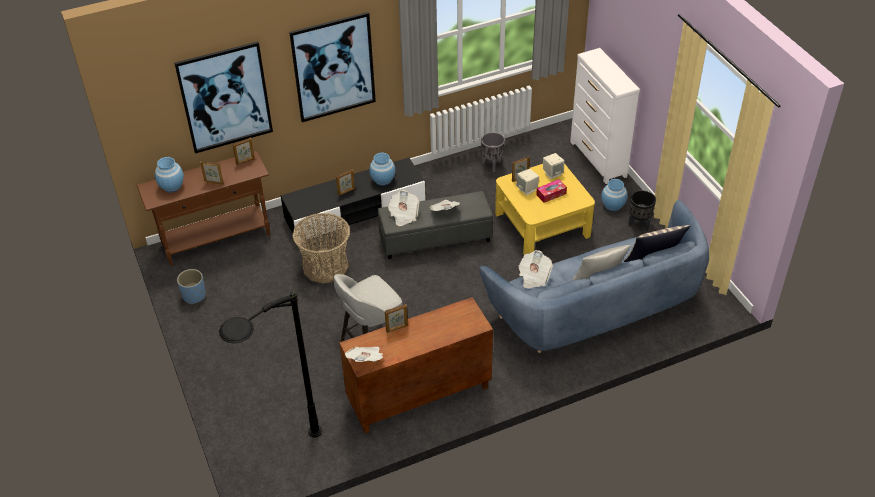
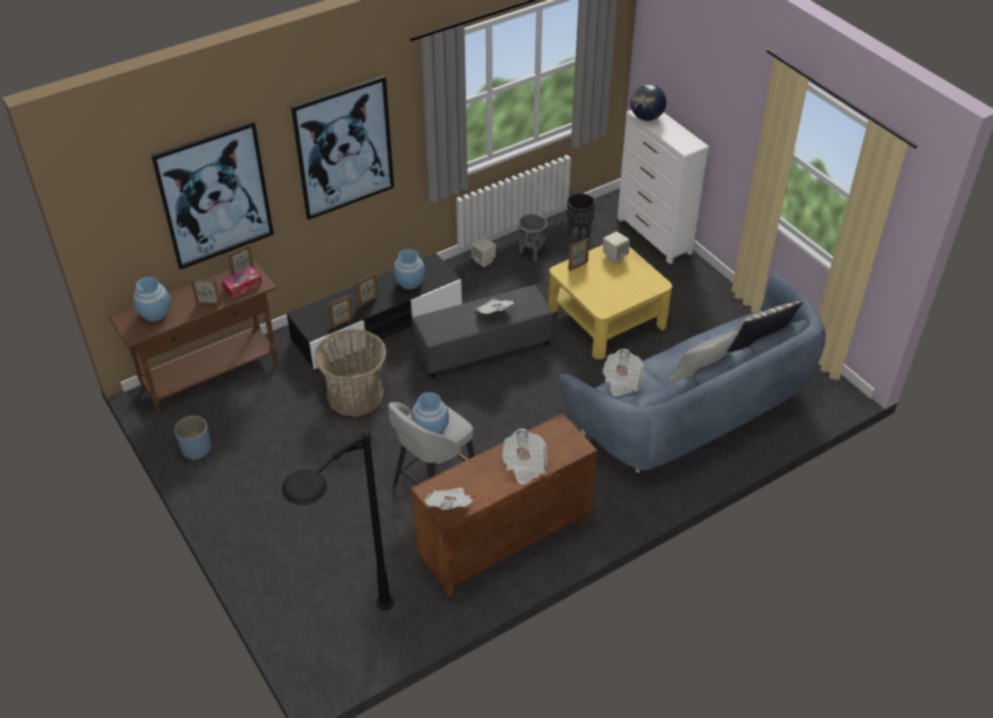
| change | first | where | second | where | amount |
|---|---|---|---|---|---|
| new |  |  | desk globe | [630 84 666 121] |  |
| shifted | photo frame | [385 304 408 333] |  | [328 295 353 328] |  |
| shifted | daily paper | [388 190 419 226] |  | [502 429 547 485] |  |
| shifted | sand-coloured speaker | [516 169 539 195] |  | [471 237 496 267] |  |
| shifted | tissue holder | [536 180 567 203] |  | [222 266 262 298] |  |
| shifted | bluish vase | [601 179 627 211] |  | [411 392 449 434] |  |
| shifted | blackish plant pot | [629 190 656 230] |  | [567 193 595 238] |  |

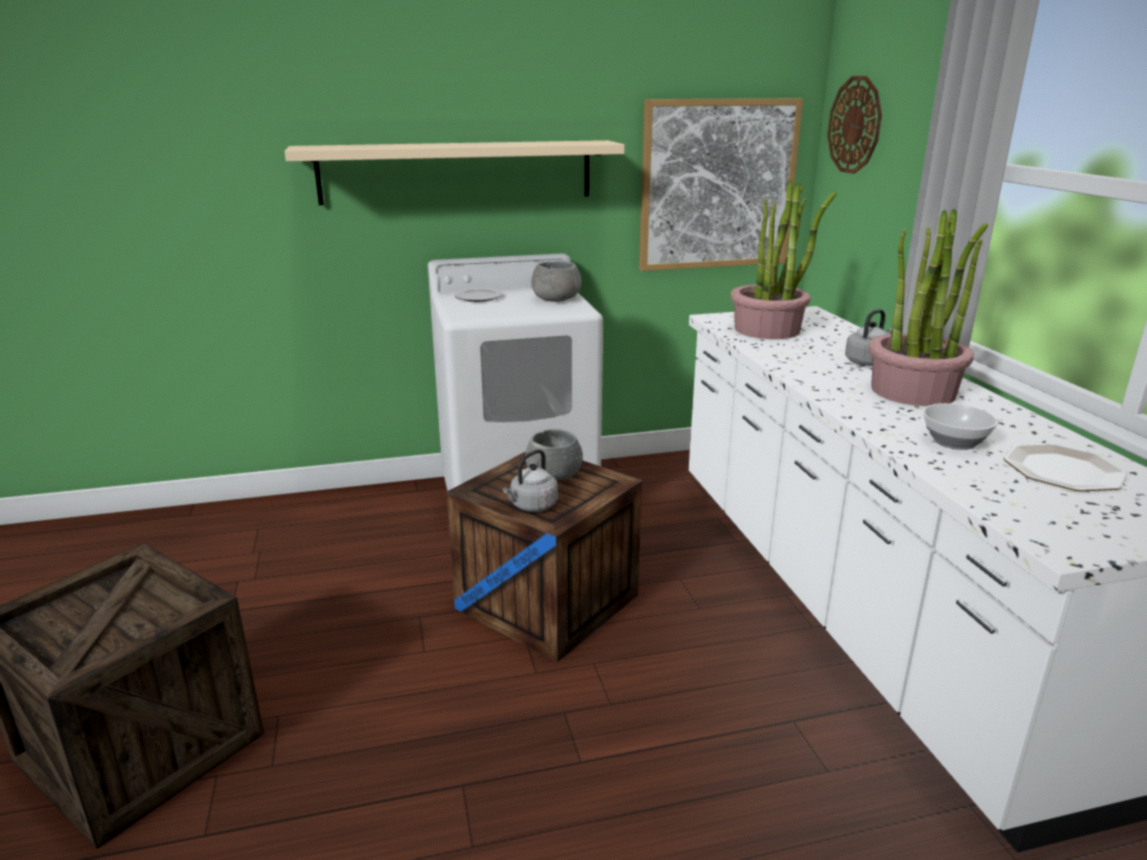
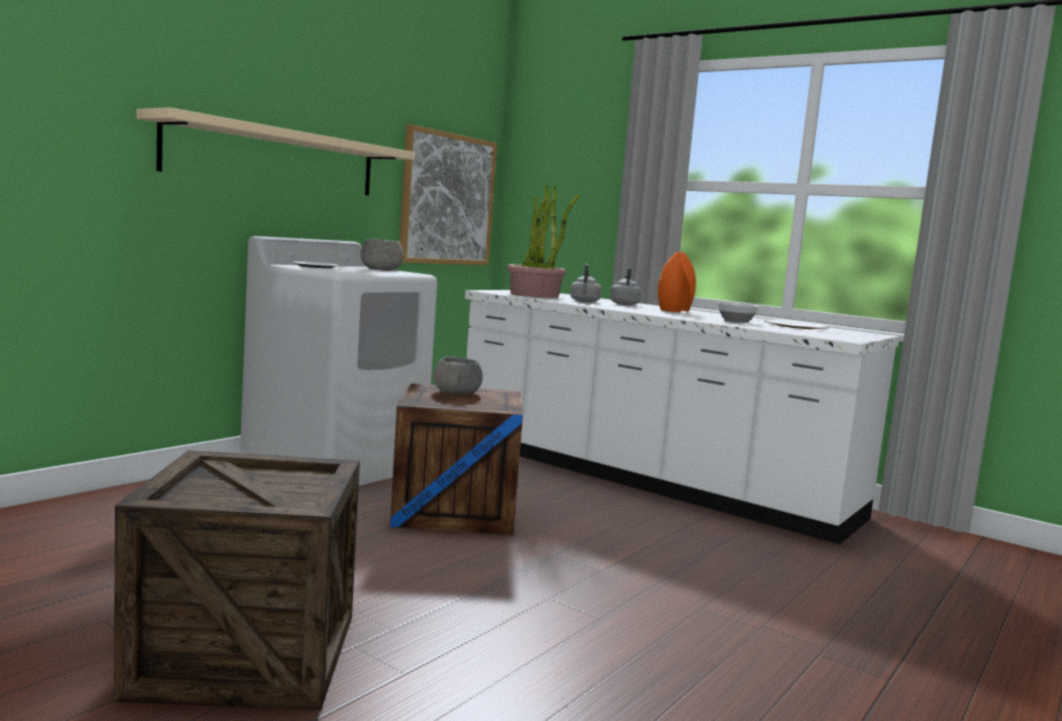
| change | first | where | second | where | amount |
|---|---|---|---|---|---|
| gone | hanging clock | [827 76 882 174] |  |  |  |
| shifted | greyish water kettle | [502 449 558 512] |  | [570 264 601 303] |  |
| swapped | plant in a pot | [869 209 988 406] | orangey vase | [658 252 696 312] |  |

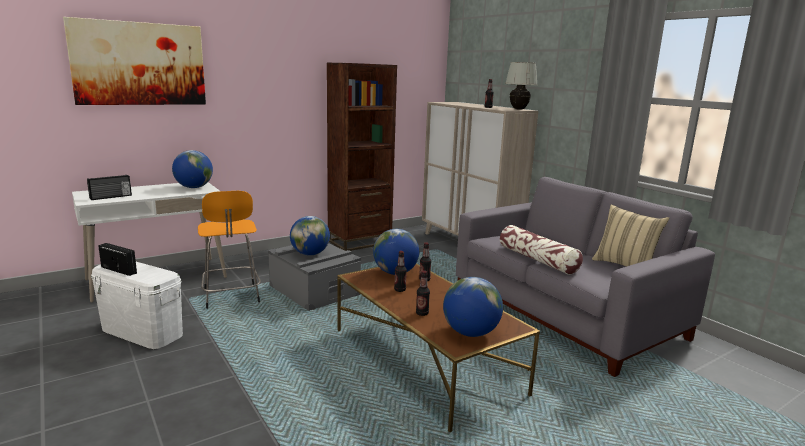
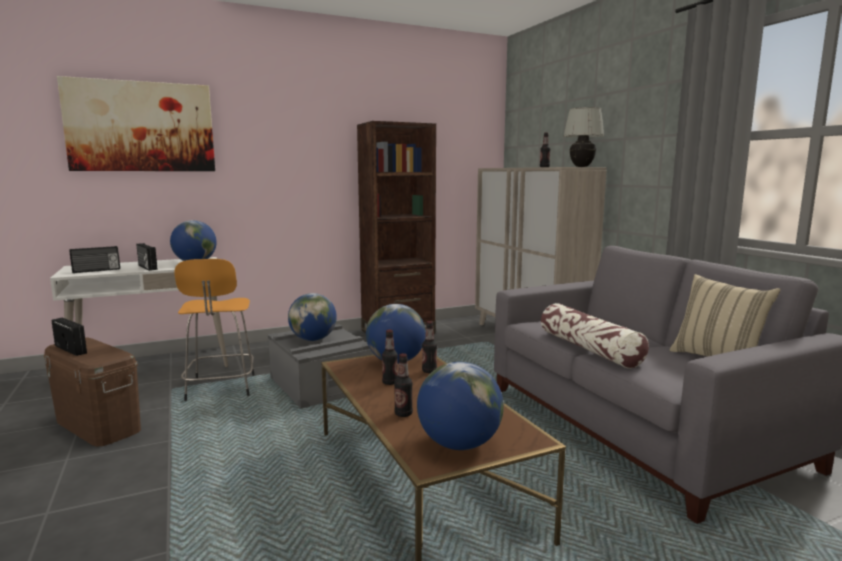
| change | first | where | second | where | amount |
|---|---|---|---|---|---|
| new |  |  | radio | [136 243 157 271] |  |
| repainted | whitish storage container | [91 262 183 349] | brown storage container | [43 338 141 447] |  |

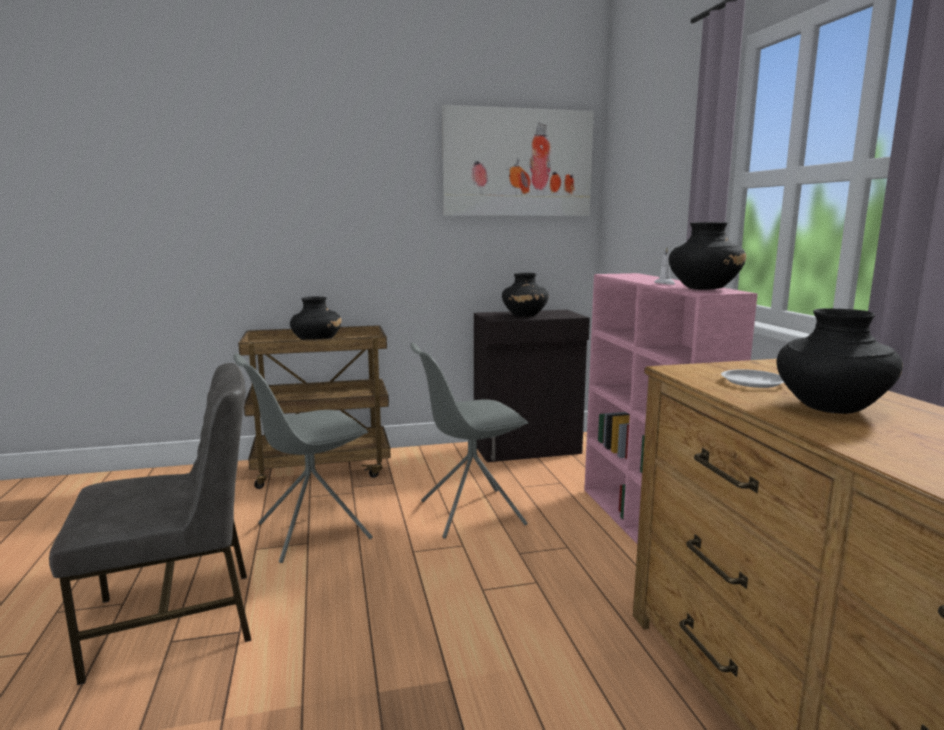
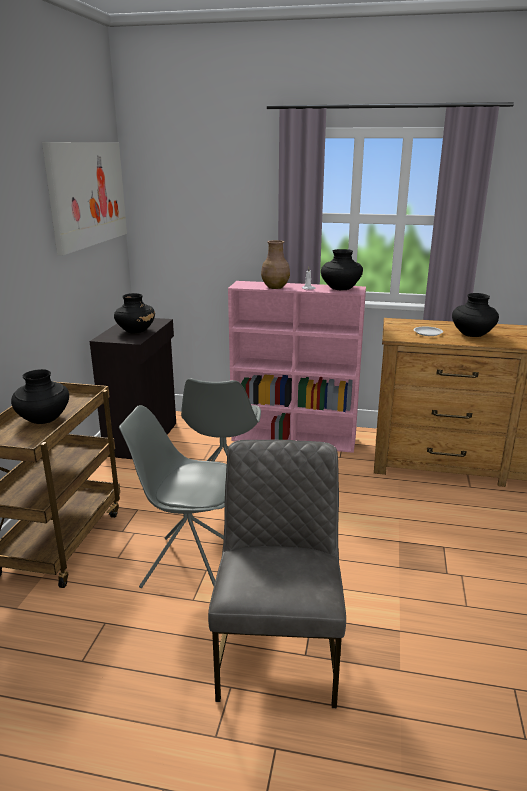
| change | first | where | second | where | amount |
|---|---|---|---|---|---|
| new |  |  | brown vase | [261 240 290 289] |  |
| rotated | greyish chair | [233 353 373 563] |  | [119 405 227 588] | 105 degrees clockwise |

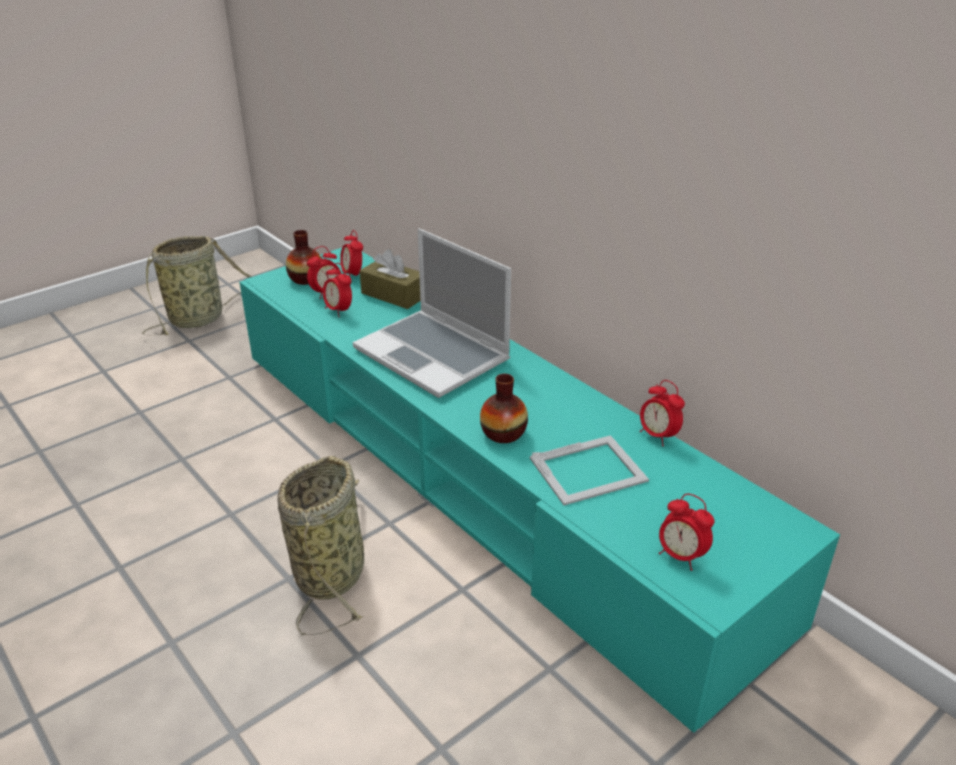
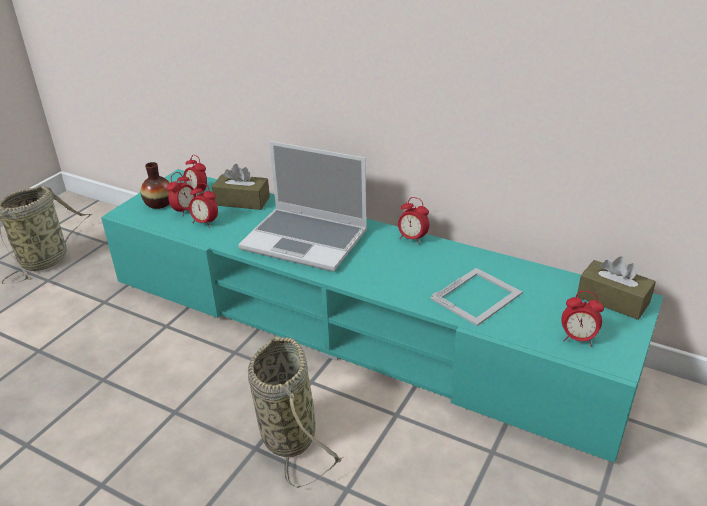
| change | first | where | second | where | amount |
|---|---|---|---|---|---|
| gone | vase | [480 374 528 443] |  |  |  |
| new |  |  | brown tissue holder | [577 256 656 320] |  |
| shifted | bedside clock | [640 380 685 446] |  | [398 197 429 245] |  |

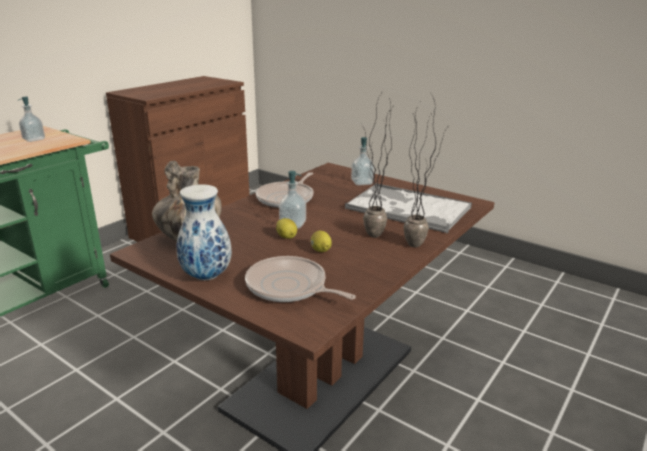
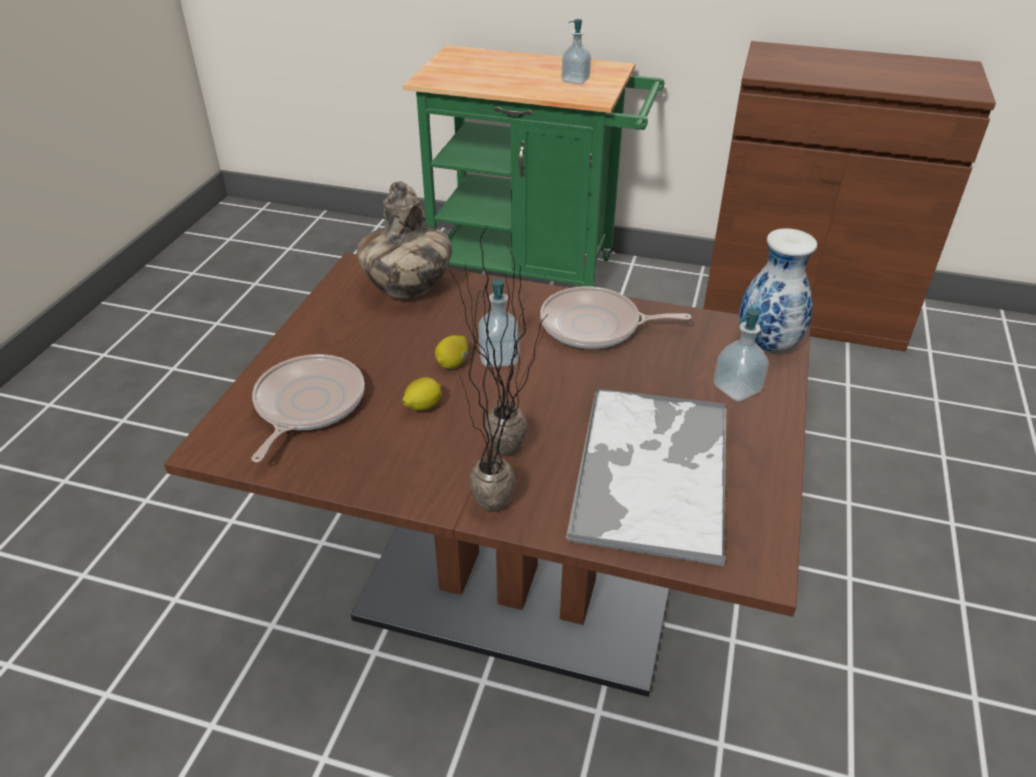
| change | first | where | second | where | amount |
|---|---|---|---|---|---|
| shifted | vase | [177 184 232 280] |  | [739 228 817 352] |  |

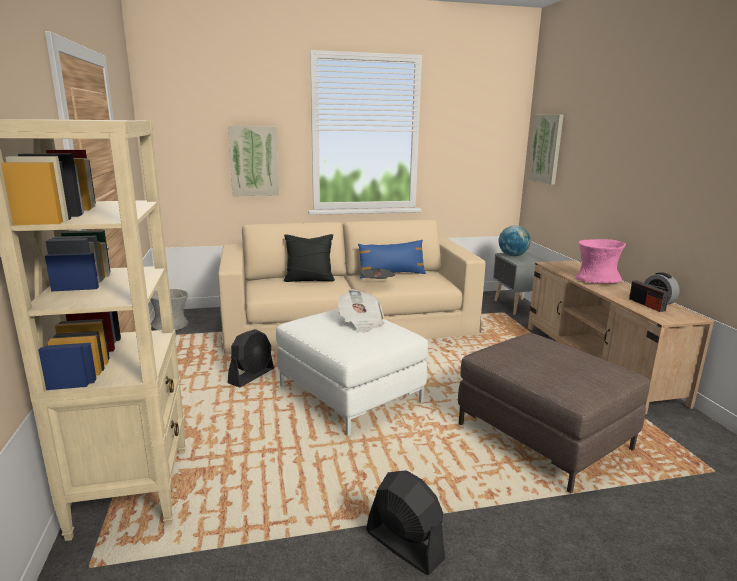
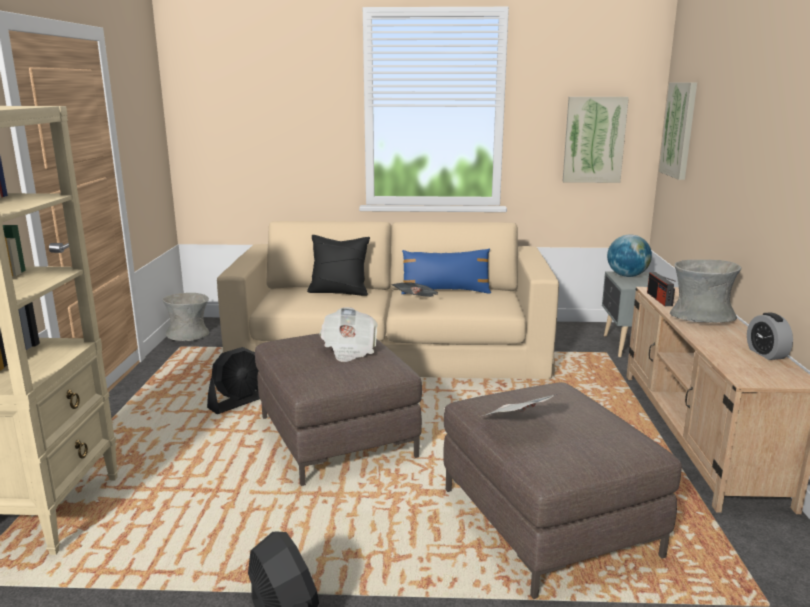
| change | first | where | second | where | amount |
|---|---|---|---|---|---|
| new |  |  | daily paper | [483 394 557 416] |  |
| shifted | wall art | [228 126 279 196] |  | [562 97 629 183] |  |
| shifted | radio | [629 280 669 312] |  | [647 272 675 306] |  |
| repainted | whitish ottoman | [276 309 428 436] | brown ottoman | [255 333 422 486] |  |
| repainted | pink vase | [575 239 626 283] | greyish vase | [670 260 742 323] |  |

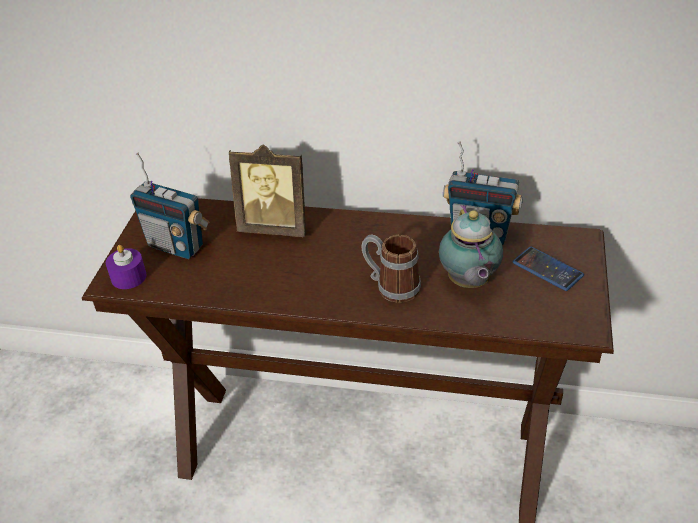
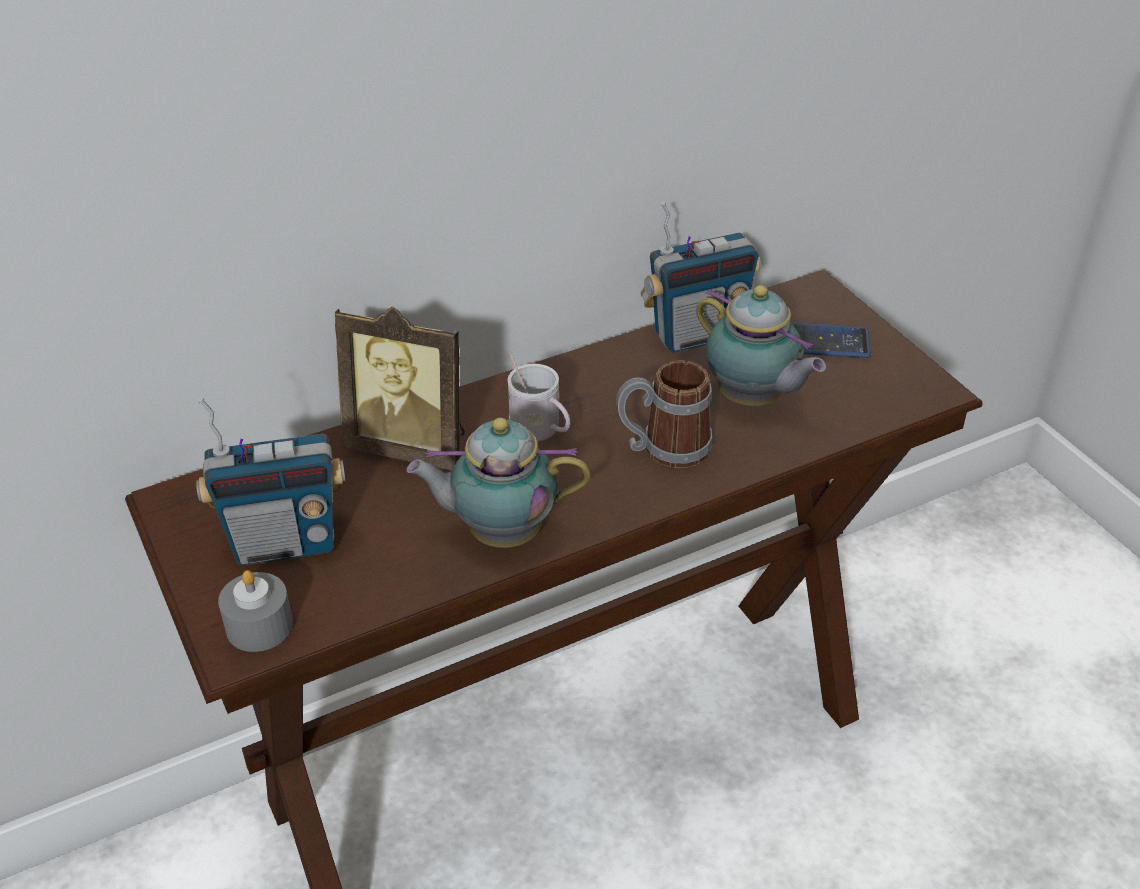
| change | first | where | second | where | amount |
|---|---|---|---|---|---|
| new |  |  | teapot | [406 418 591 548] |  |
| new |  |  | whitish tea mug | [507 353 570 441] |  |
| repainted | purple wax light | [106 245 147 289] | greyish wax light | [218 570 293 652] |  |
| rotated | photo frame | [229 144 306 237] |  | [335 307 465 470] | 45 degrees clockwise |

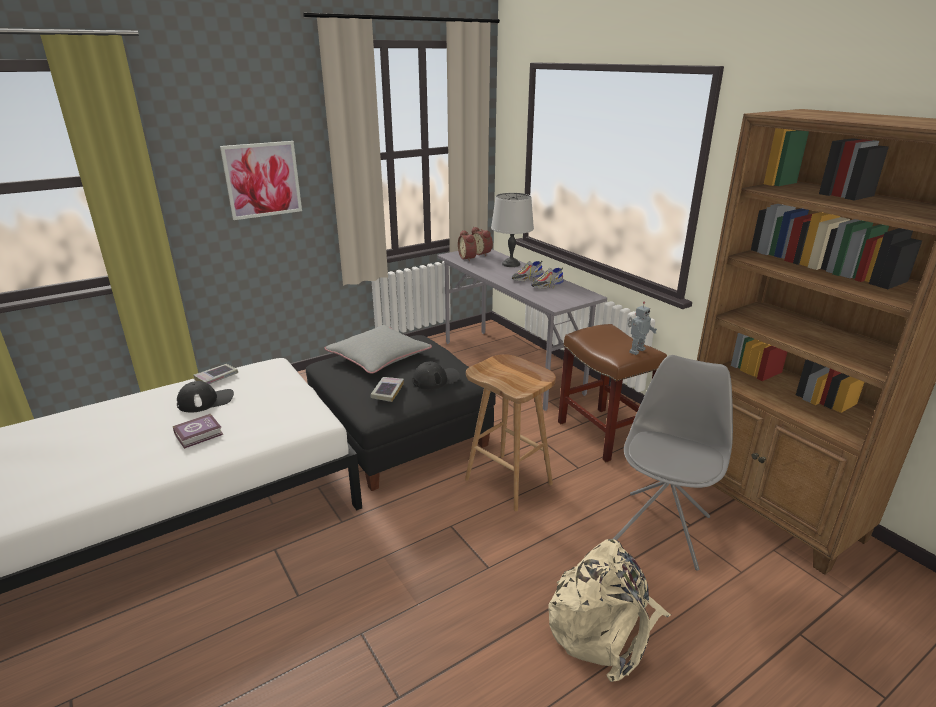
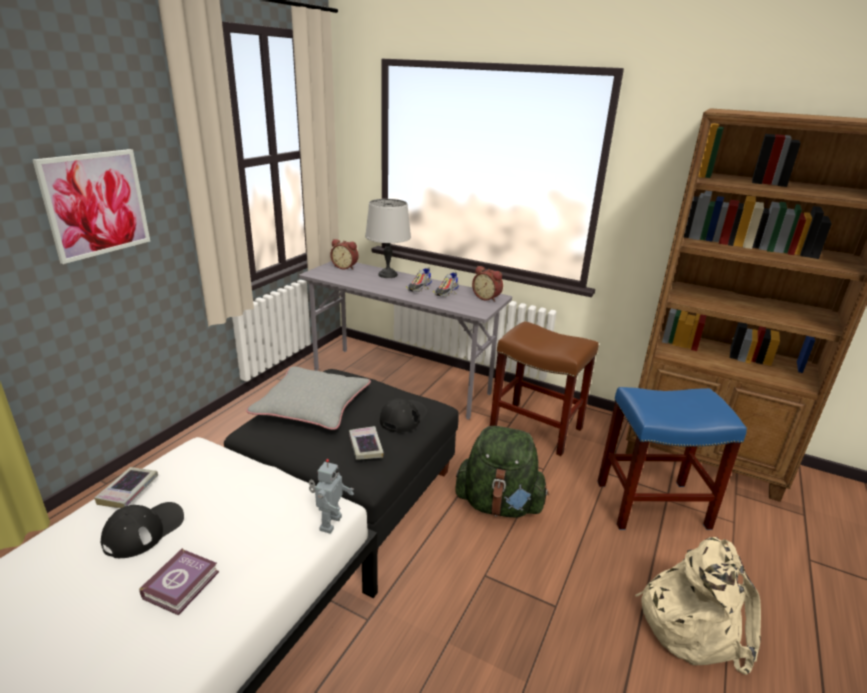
| change | first | where | second | where | amount |
|---|---|---|---|---|---|
| shifted | bedside clock | [458 230 477 261] |  | [472 266 503 302] |  |
| shifted | model robot | [628 302 657 355] |  | [309 459 354 534] |  |
| swapped | brown sitting stool | [465 354 556 511] | green rucksack | [455 426 549 518] |  |
| swapped | greyish chair | [613 355 733 571] | bluish sitting stool | [597 387 747 530] |  |

